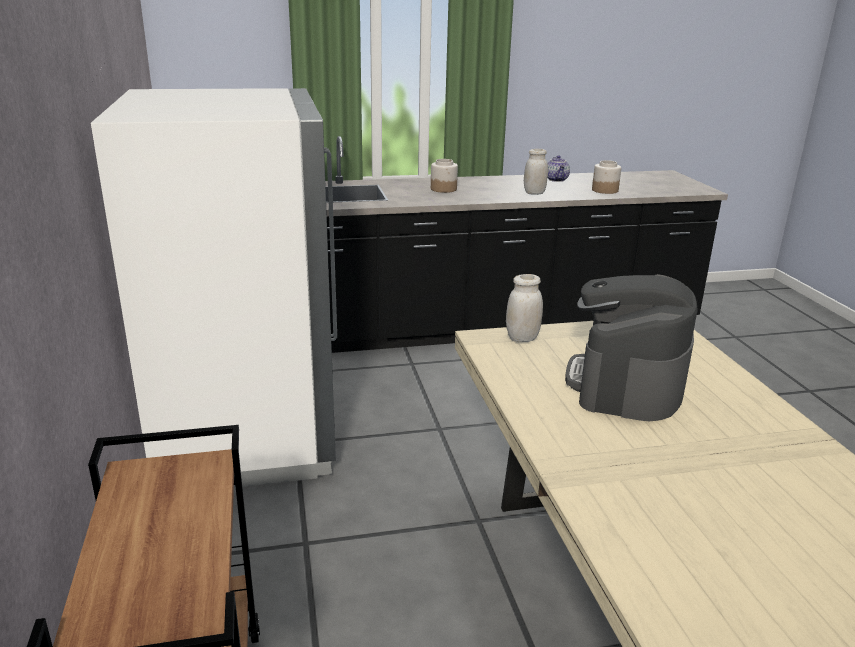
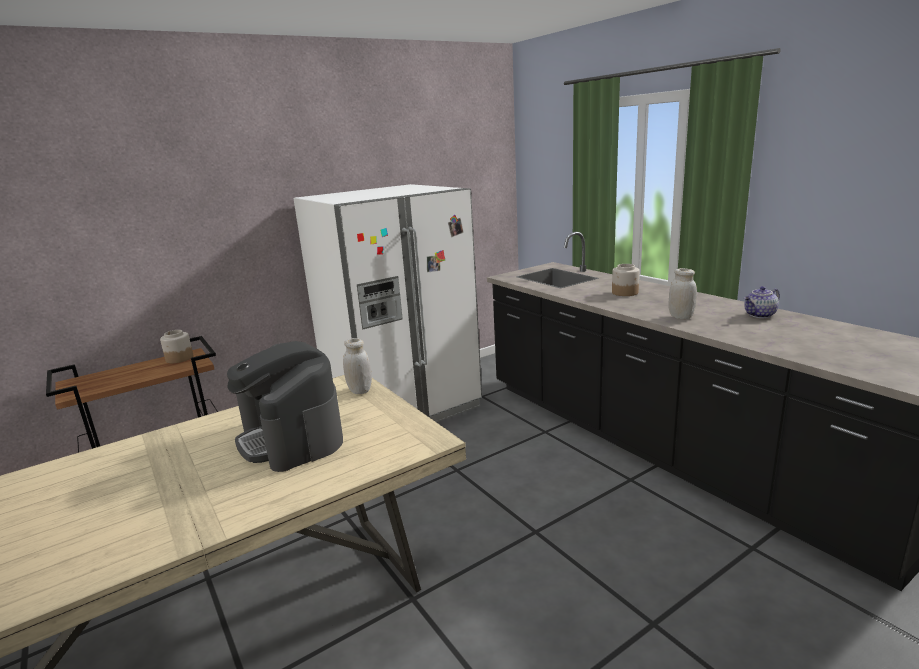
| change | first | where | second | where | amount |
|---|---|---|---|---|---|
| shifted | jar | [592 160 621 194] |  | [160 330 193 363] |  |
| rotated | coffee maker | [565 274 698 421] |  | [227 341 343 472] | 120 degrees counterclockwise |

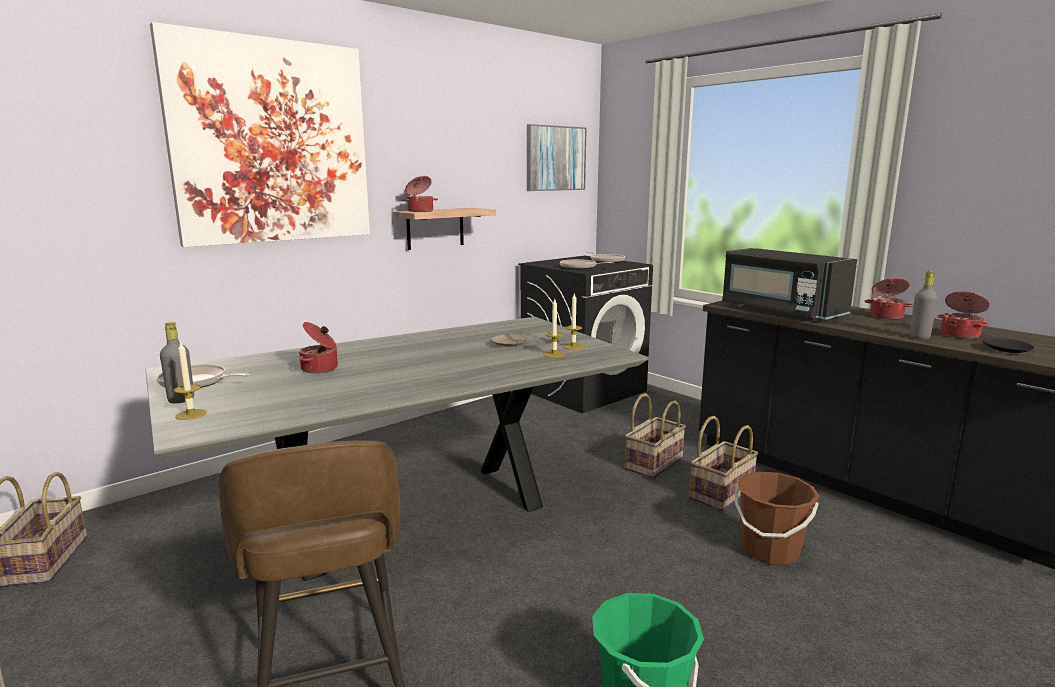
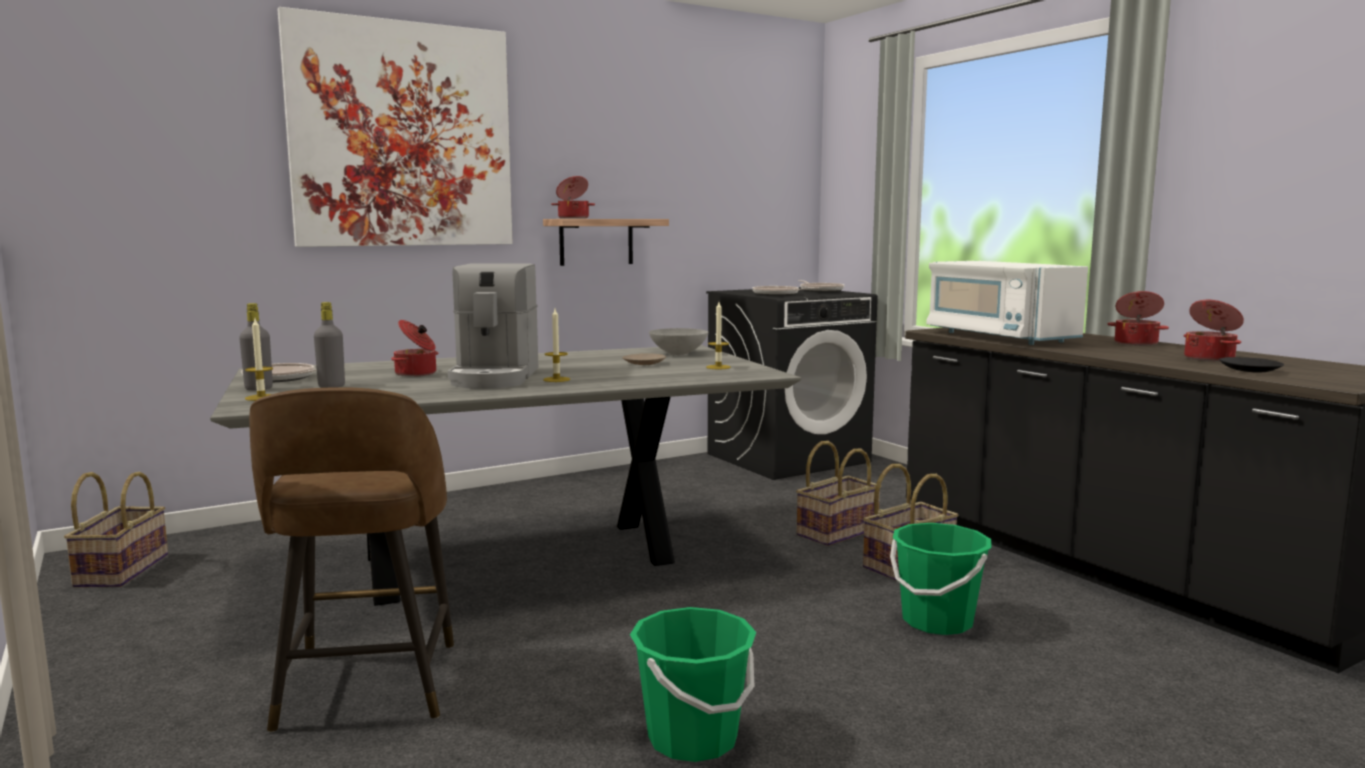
| change | first | where | second | where | amount |
|---|---|---|---|---|---|
| gone | wall art | [527 124 587 191] |  |  |  |
| new |  |  | coffee maker | [448 264 538 389] |  |
| new |  |  | greyish serving bowl | [649 328 708 355] |  |
| shifted | wax light | [544 299 565 358] |  | [543 309 570 382] |  |
| shifted | greyish beverage bottle | [910 271 938 339] |  | [314 302 345 388] |  |
| repainted | blackish microwave | [722 248 857 321] | whitish microwave | [926 261 1088 345] |  |
| repainted | brown pail | [734 472 819 565] | green pail | [890 523 992 635] |  |

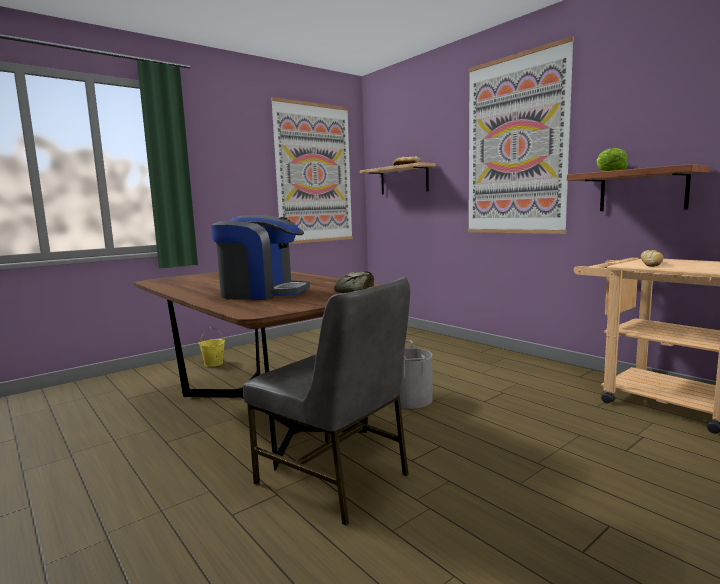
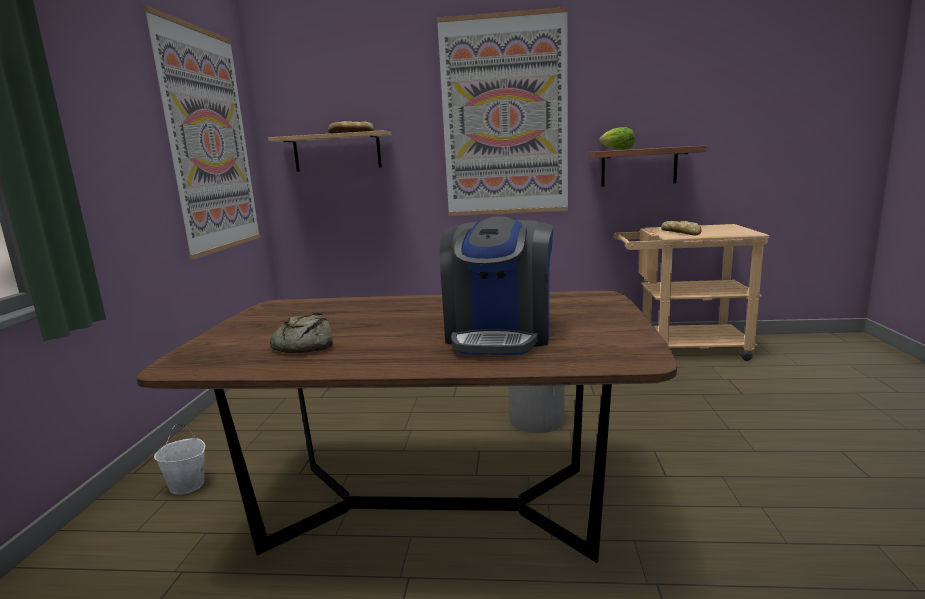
| change | first | where | second | where | amount |
|---|---|---|---|---|---|
| gone | greyish chair | [243 277 410 525] |  |  |  |
| shifted | baked bread | [334 271 374 293] |  | [270 313 333 353] |  |
| repainted | yellow-coloured pail | [199 327 225 367] | whitish pail | [154 424 205 495] |  |
| rotated | coffee maker | [211 215 310 300] |  | [440 216 553 355] | 135 degrees clockwise |

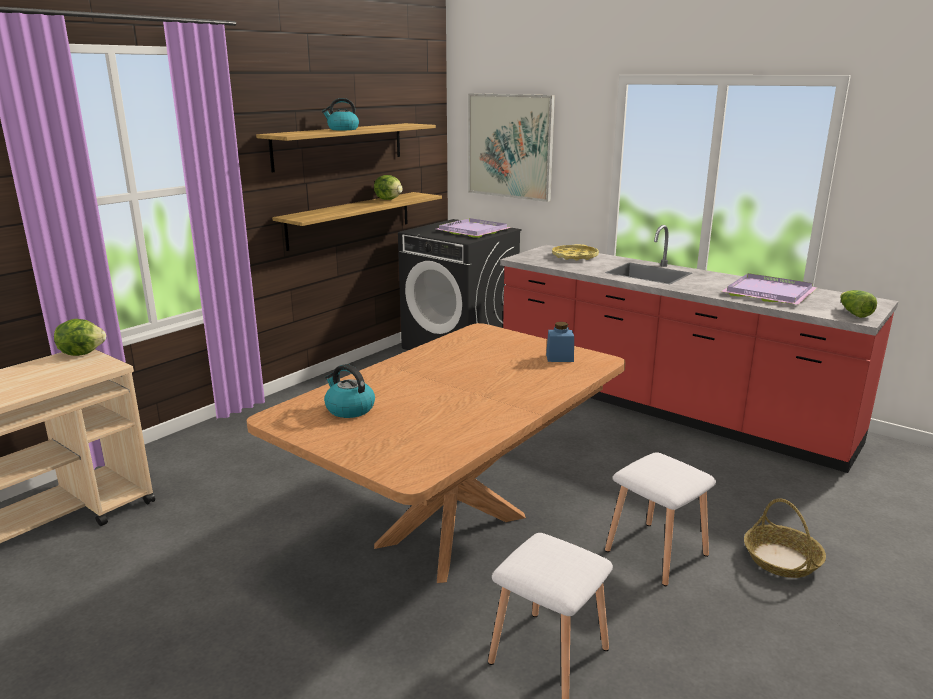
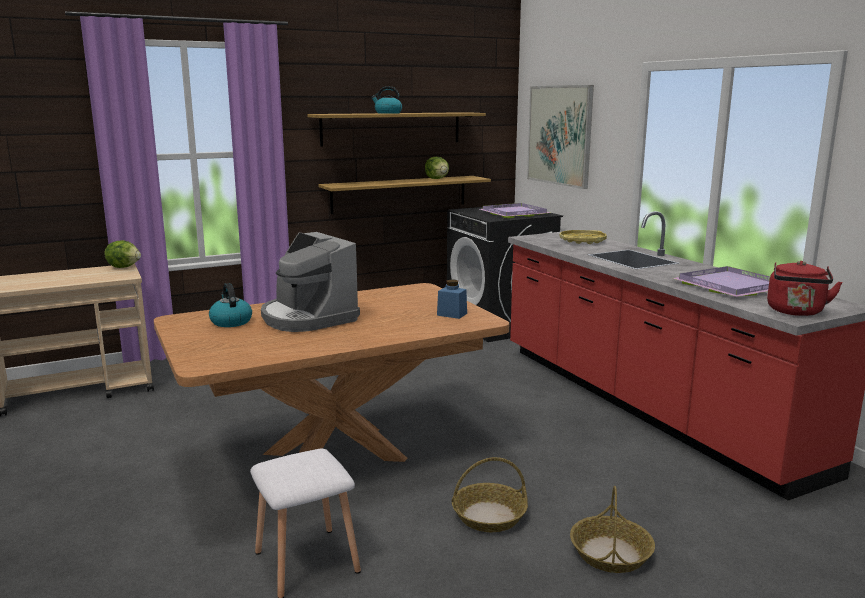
| change | first | where | second | where | amount |
|---|---|---|---|---|---|
| new |  |  | coffee maker | [261 232 360 332] |  |
| swapped | whitish sitting stool | [605 452 716 586] | household basket | [452 457 528 532] |  |
| swapped | lettuce head | [840 290 877 318] | reddish water kettle | [767 261 843 316] |  |

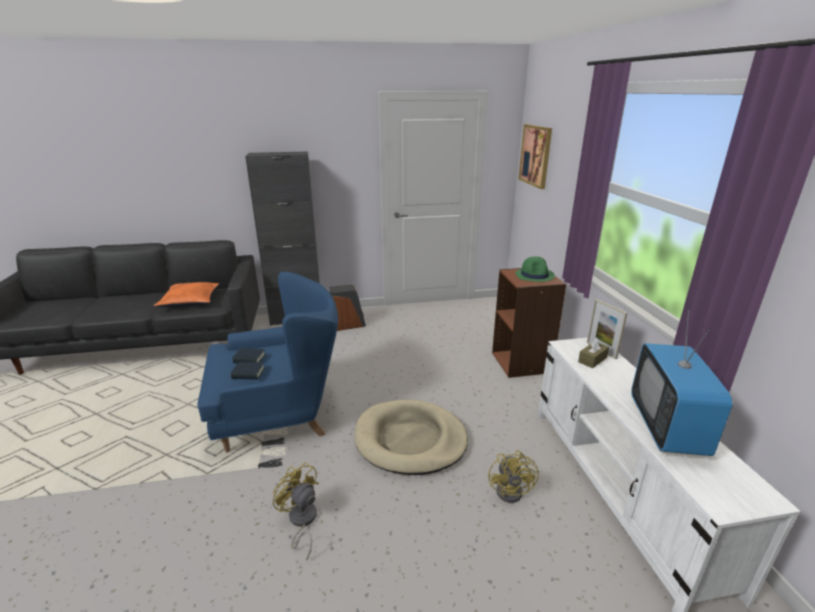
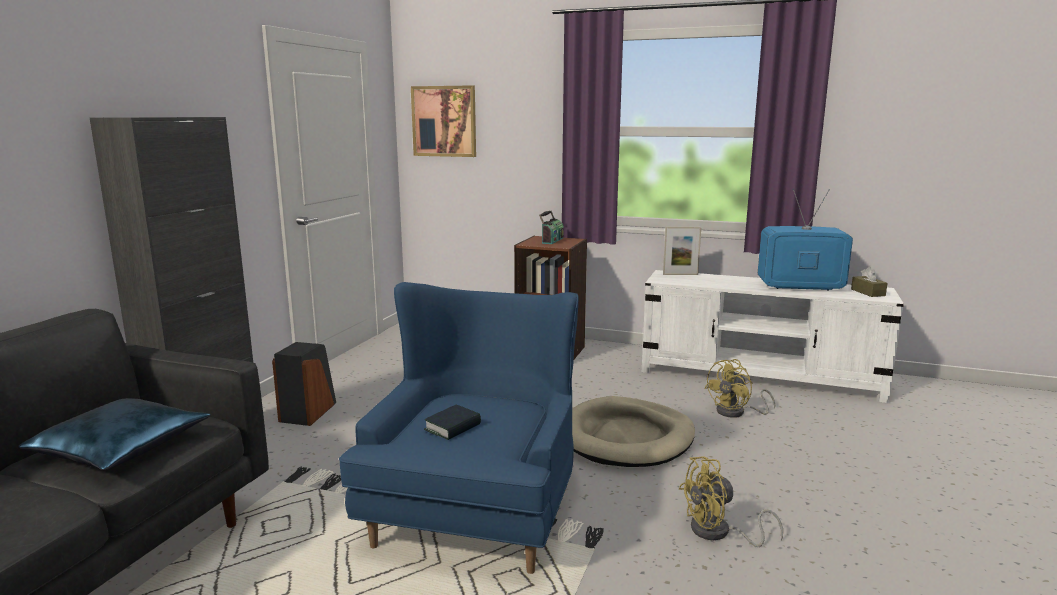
| change | first | where | second | where | amount |
|---|---|---|---|---|---|
| gone | volume | [230 362 265 380] |  |  |  |
| shifted | brown tissue holder | [578 337 609 368] |  | [851 267 888 297] |  |
| swapped | green hat | [516 256 555 282] | radio | [539 211 564 244] |  |
| repainted | orangey throw pillow | [154 282 219 307] | bluish throw pillow | [18 398 211 470] |  |
| rotated | yellow-coloured fan | [488 450 539 503] |  | [704 359 775 418] | 105 degrees clockwise |
| rotated | TV | [631 310 733 456] |  | [758 189 853 291] | 150 degrees clockwise |

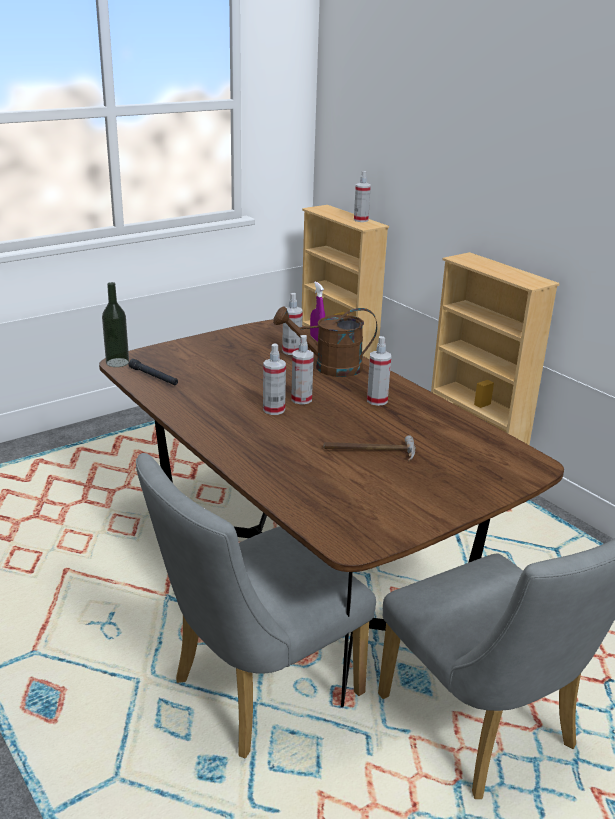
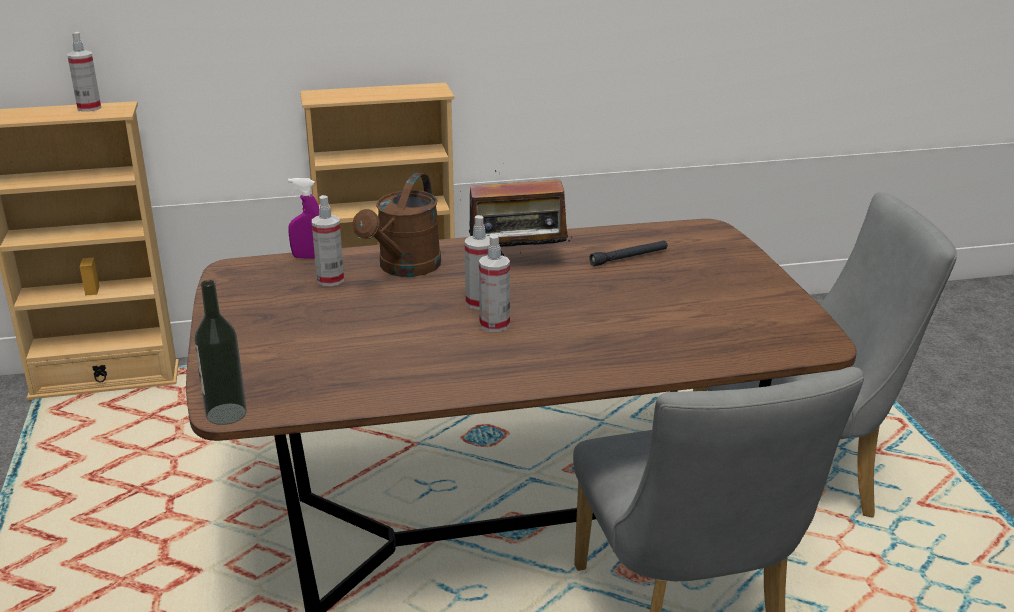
| change | first | where | second | where | amount |
|---|---|---|---|---|---|
| gone | tool hammer | [324 435 416 462] |  |  |  |
| shifted | blackish flashlight | [129 359 178 385] |  | [589 240 668 266] |  |
| swapped | sprayer | [367 336 391 406] | radio | [460 170 572 256] |  |

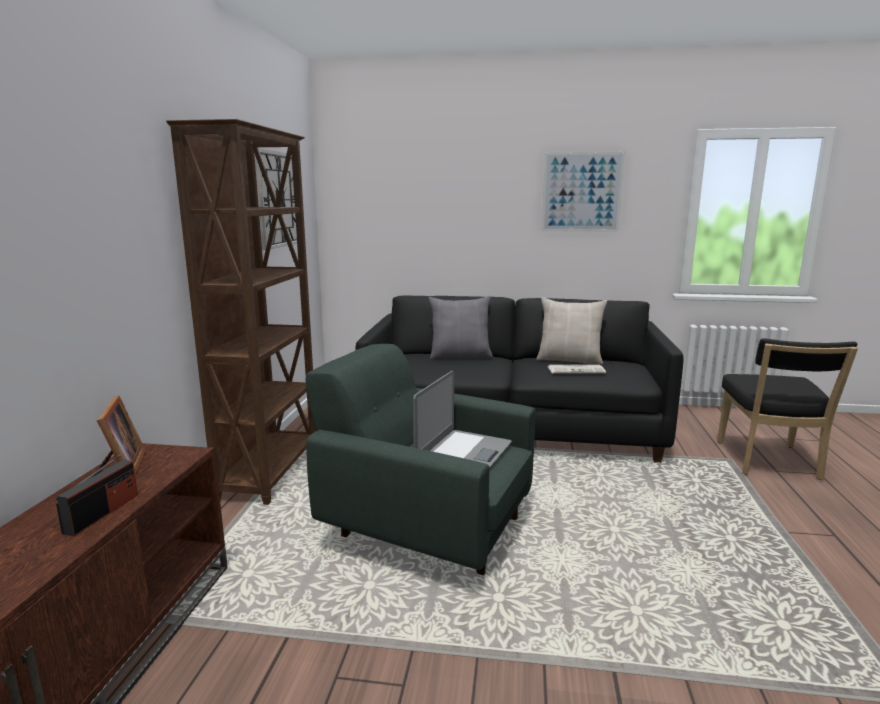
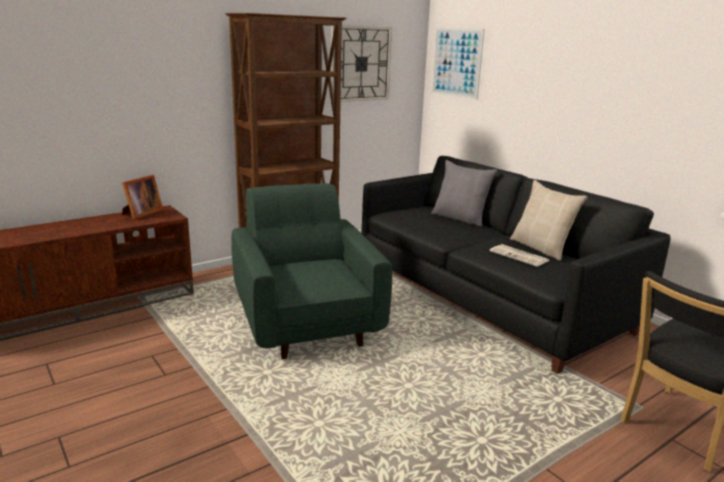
| change | first | where | second | where | amount |
|---|---|---|---|---|---|
| gone | radio | [56 455 138 536] |  |  |  |
| gone | notebook computer | [413 371 512 469] |  |  |  |
| shifted | wall art | [542 152 625 232] |  | [432 28 485 99] |  |

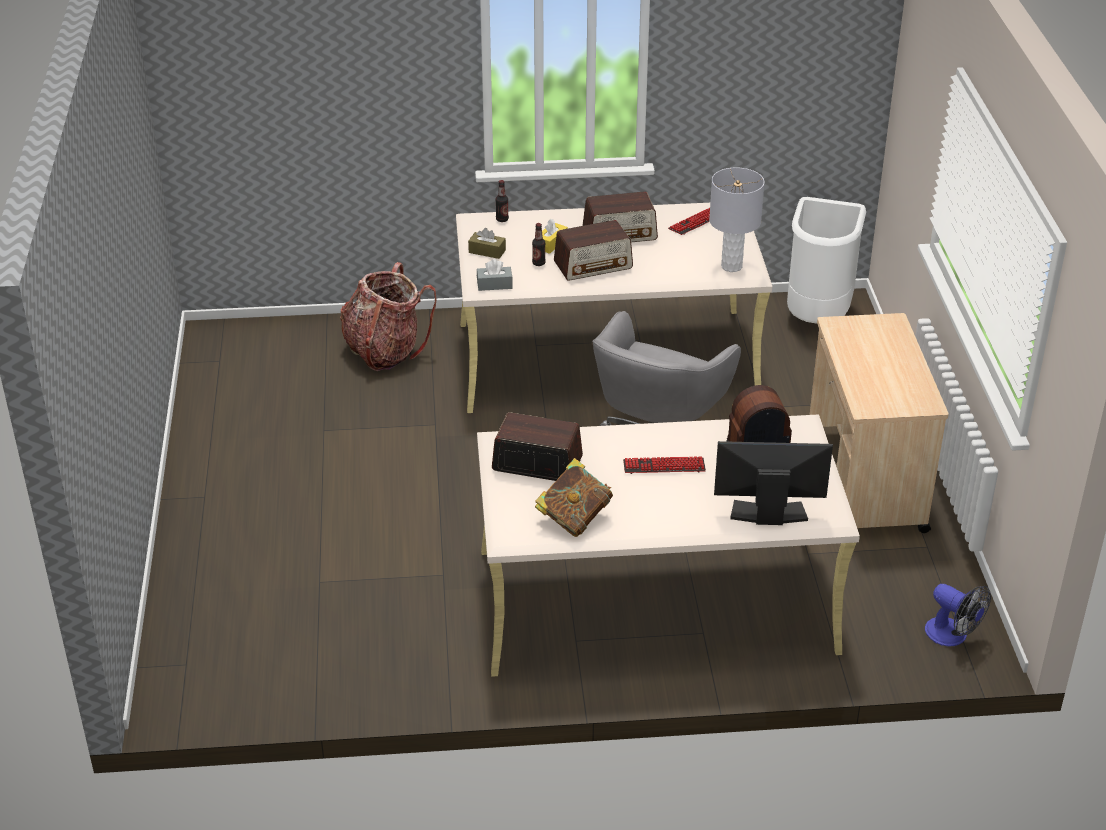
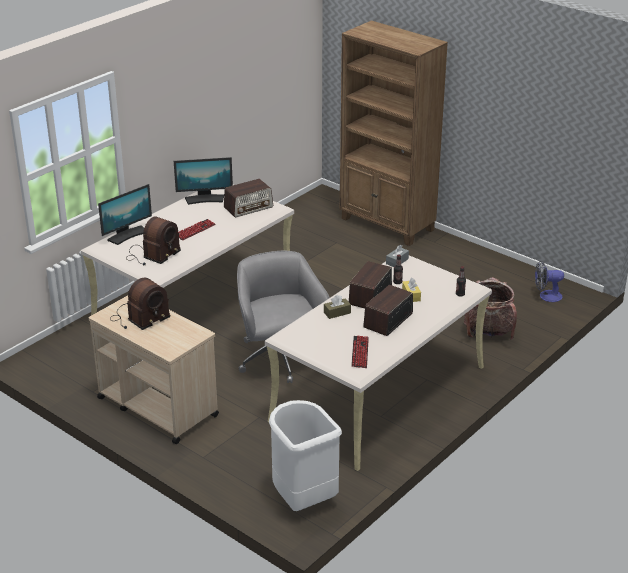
| change | first | where | second | where | amount |
|---|---|---|---|---|---|
| gone | greyish table lamp | [709 167 765 272] |  |  |  |
| new |  |  | radio | [110 278 171 330] |  |
| new |  |  | brown bookshelf | [340 21 448 246] |  |
| shifted | brown tissue holder | [468 228 506 259] |  | [324 295 351 319] |  |
| shifted | fan | [925 584 991 646] |  | [535 261 564 302] |  |
| swapped | volume | [535 458 613 537] | computer screen | [174 157 233 205] |  |

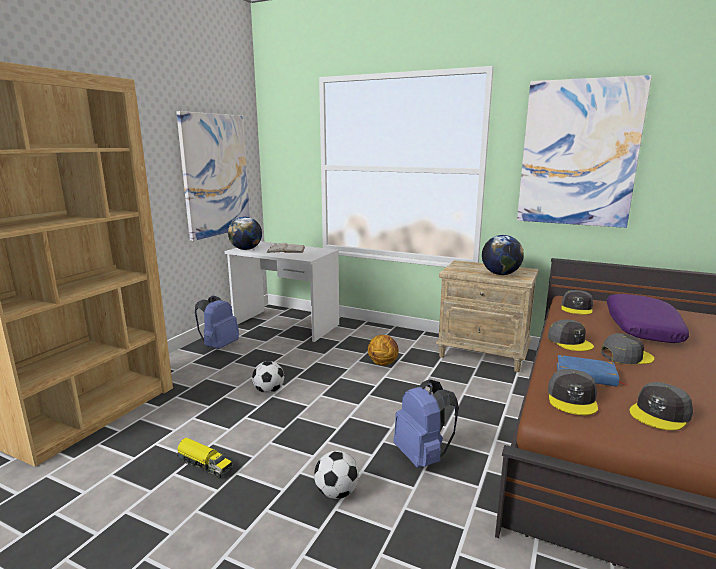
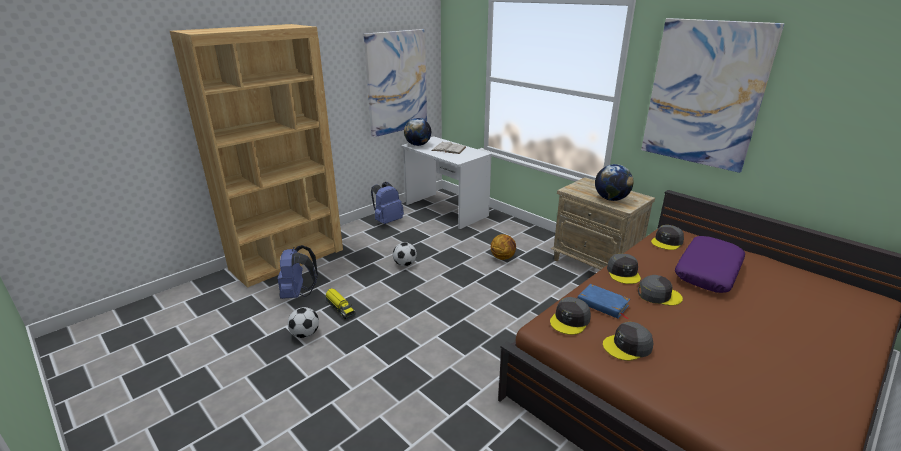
| change | first | where | second | where | amount |
|---|---|---|---|---|---|
| shifted | football | [314 451 359 499] |  | [288 307 319 338] |  |
| shifted | bluish rucksack | [394 380 459 468] |  | [278 245 318 299] |  |

